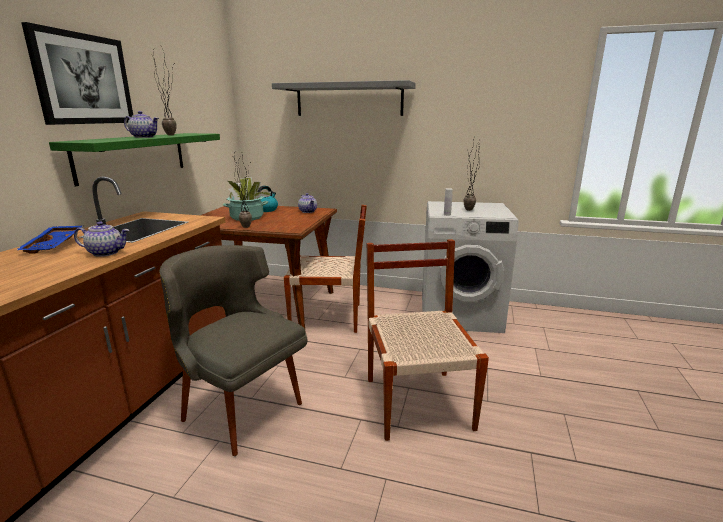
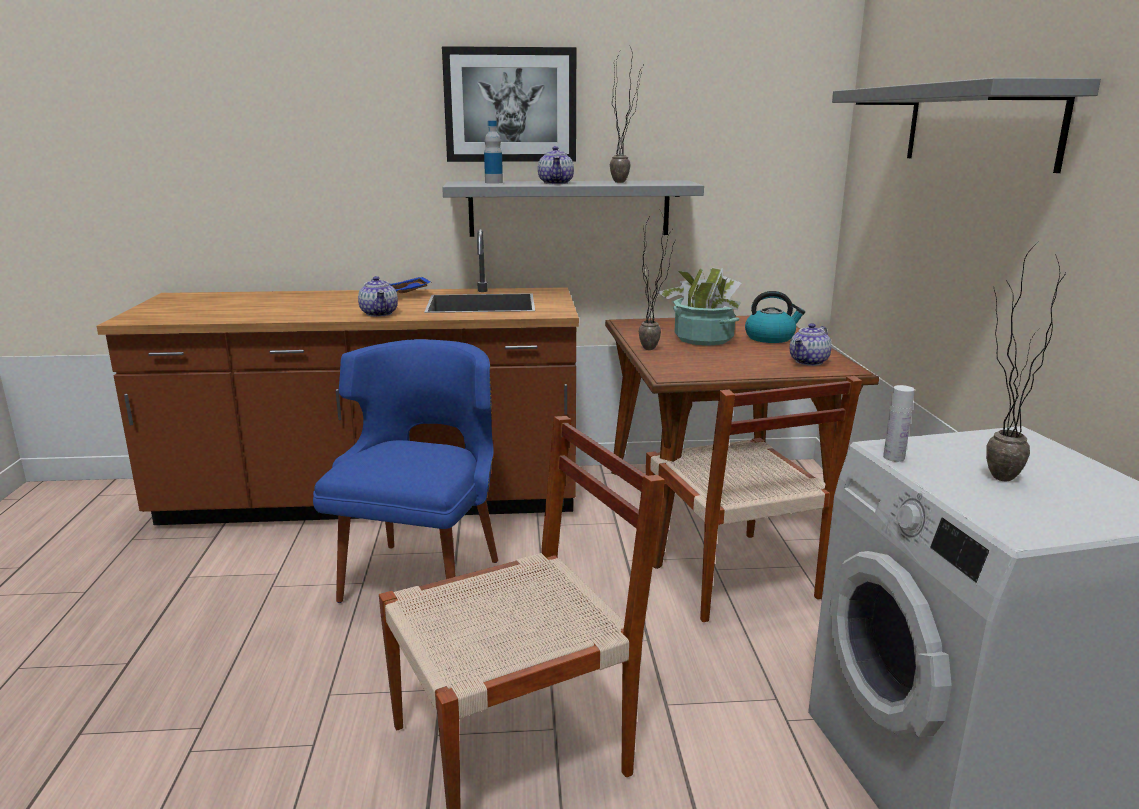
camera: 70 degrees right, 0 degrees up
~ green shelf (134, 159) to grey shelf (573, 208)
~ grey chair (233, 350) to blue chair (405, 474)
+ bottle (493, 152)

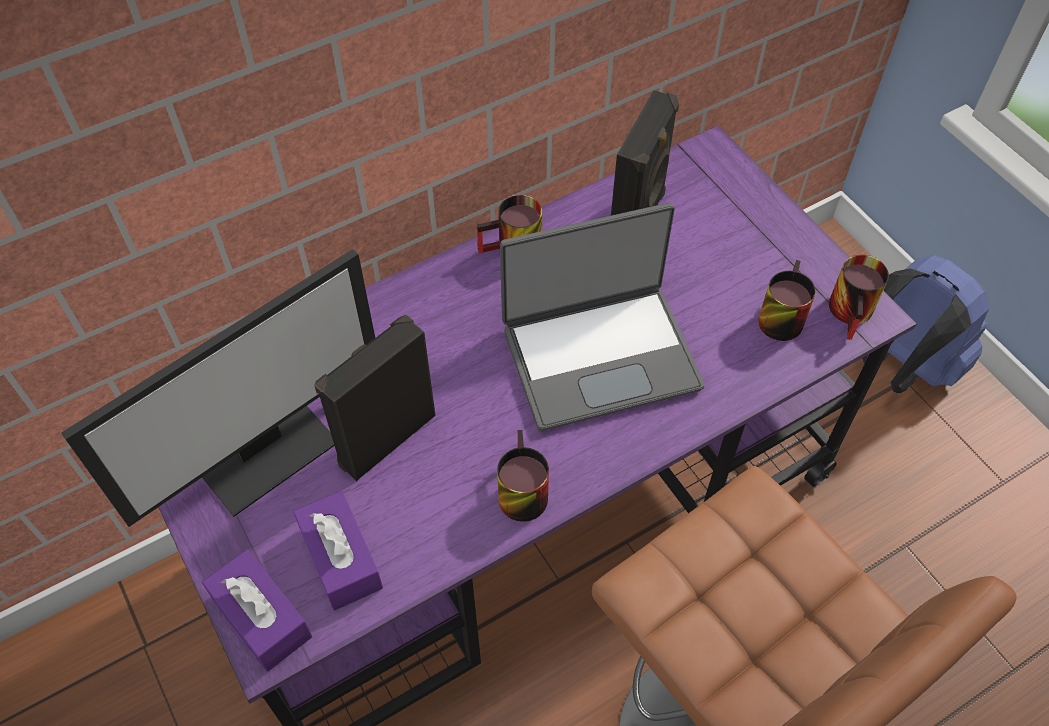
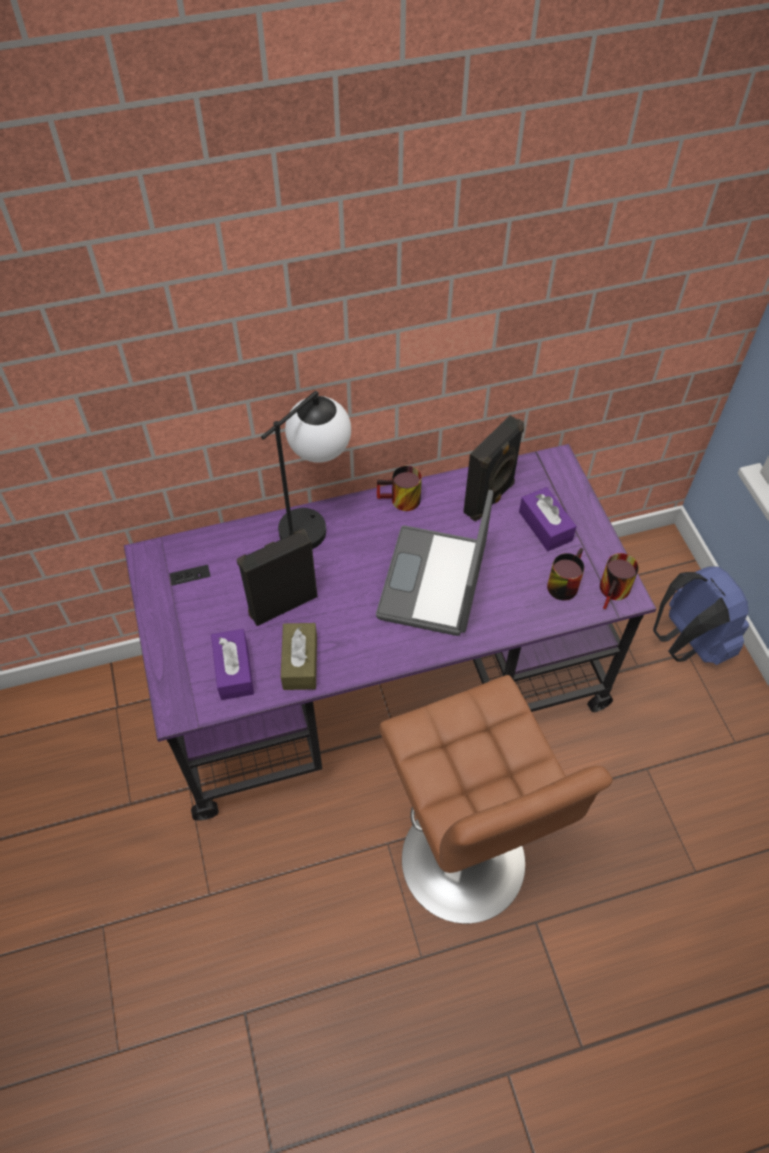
camera: 15 degrees right, 0 degrees up
~ laptop (602, 317) = (434, 563) 105 degrees clockwise
- monitor (218, 388)
- mug (523, 476)
~ purple tissue box (257, 610) to (548, 519)
+ table lamp (306, 470)
+ brown tissue box (299, 656)

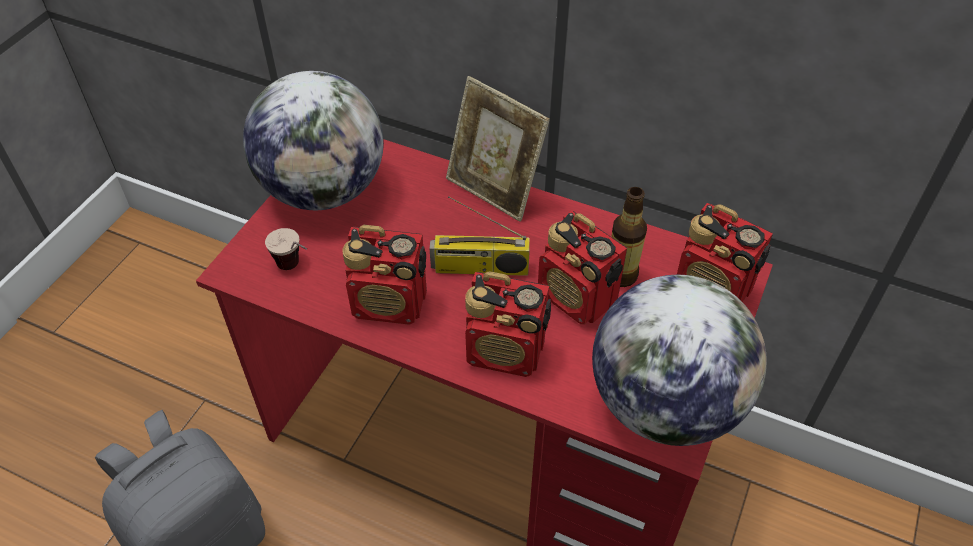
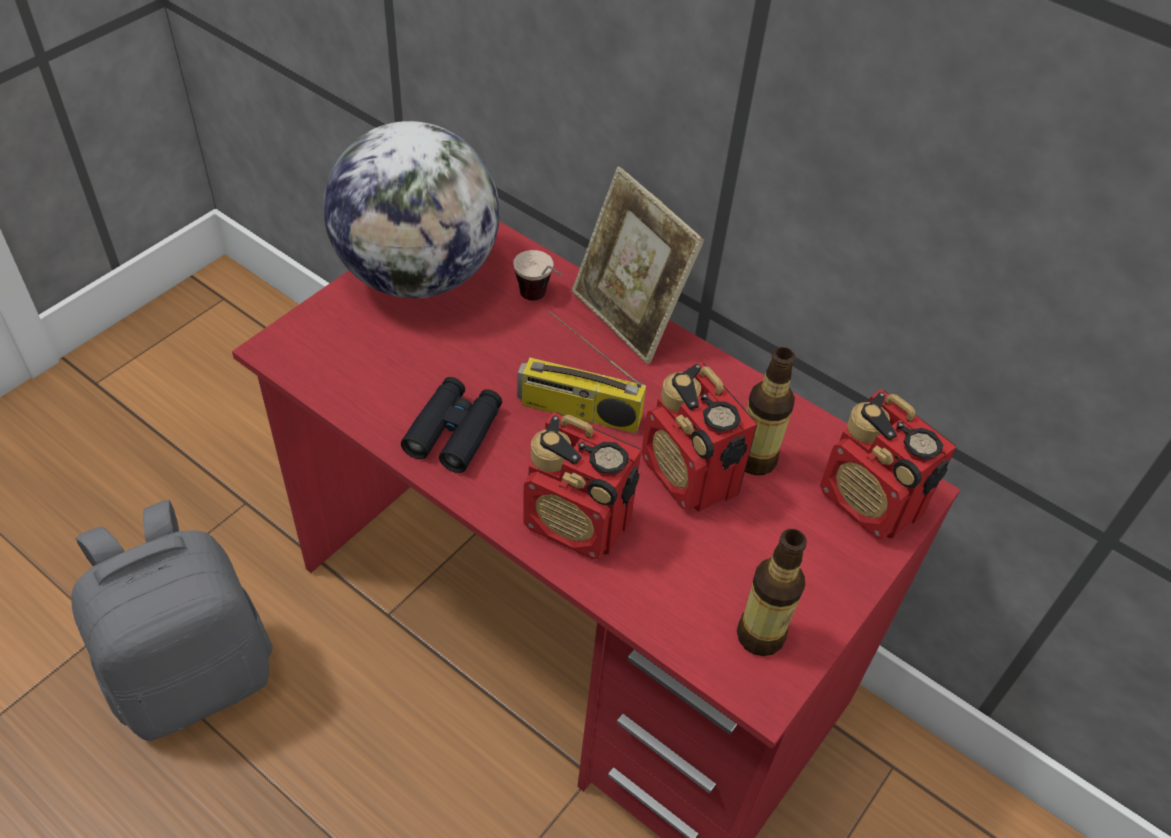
camera: 10 degrees right, 0 degrees up
~ radio (384, 275) to black binoculars (451, 425)
~ cup (286, 249) to (537, 275)
~ globe (679, 360) to bottle (772, 592)

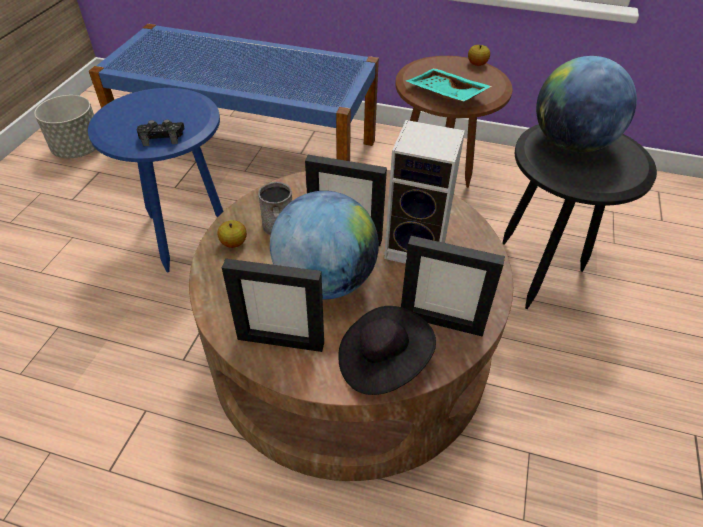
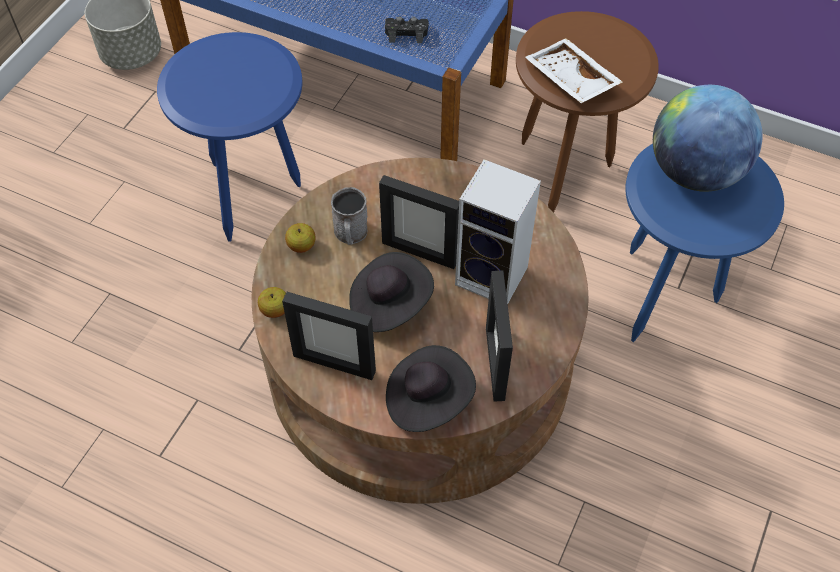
camera: 10 degrees right, 10 degrees up
~ apple (479, 55) to (272, 302)
~ turquoise tray (449, 85) to white tray (574, 70)
~ black game controller (161, 132) to (406, 30)
~ black side table (579, 216) to blue side table (704, 243)
~ globe (324, 245) to black hat (391, 292)
~ picture frame (453, 286) = (499, 336) 60 degrees clockwise

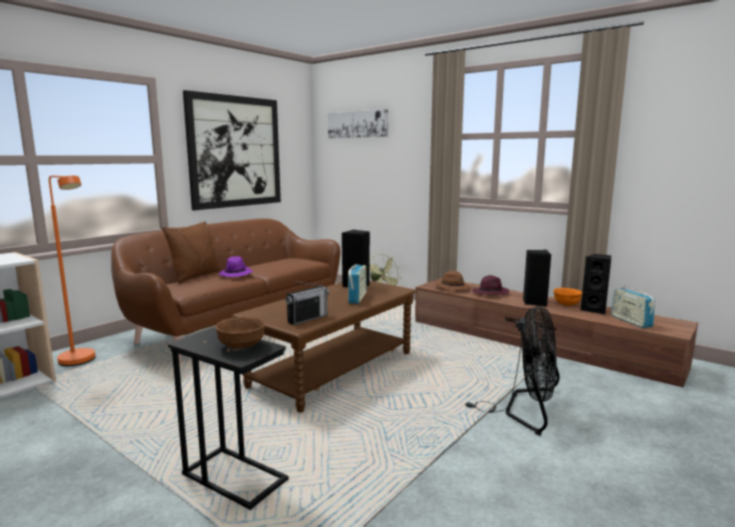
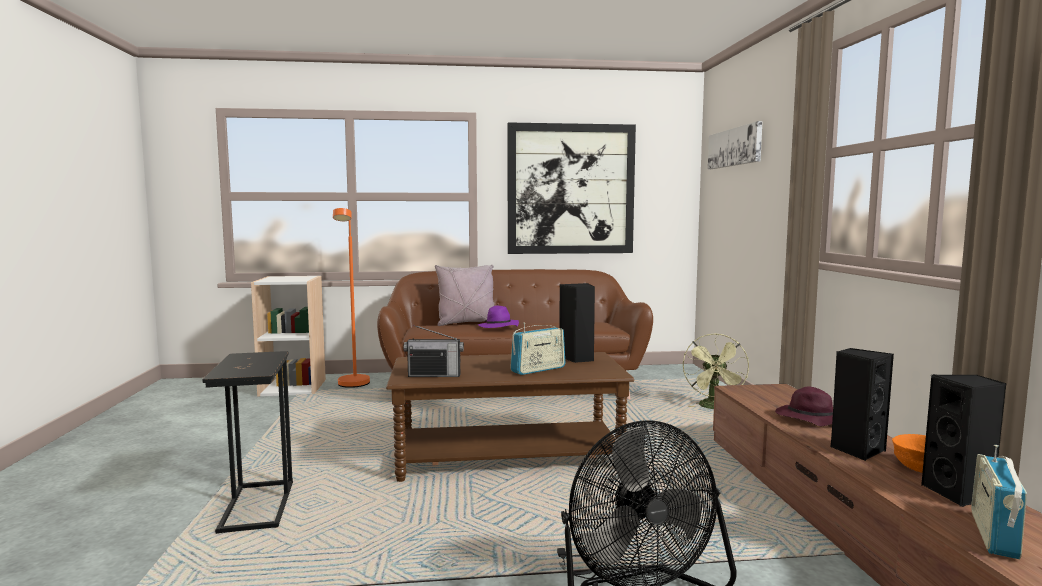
camera: 45 degrees right, 5 degrees down
~ brown pillow (191, 252) to purple pillow (464, 295)
- brown hat (453, 281)
- brown bowl (240, 333)

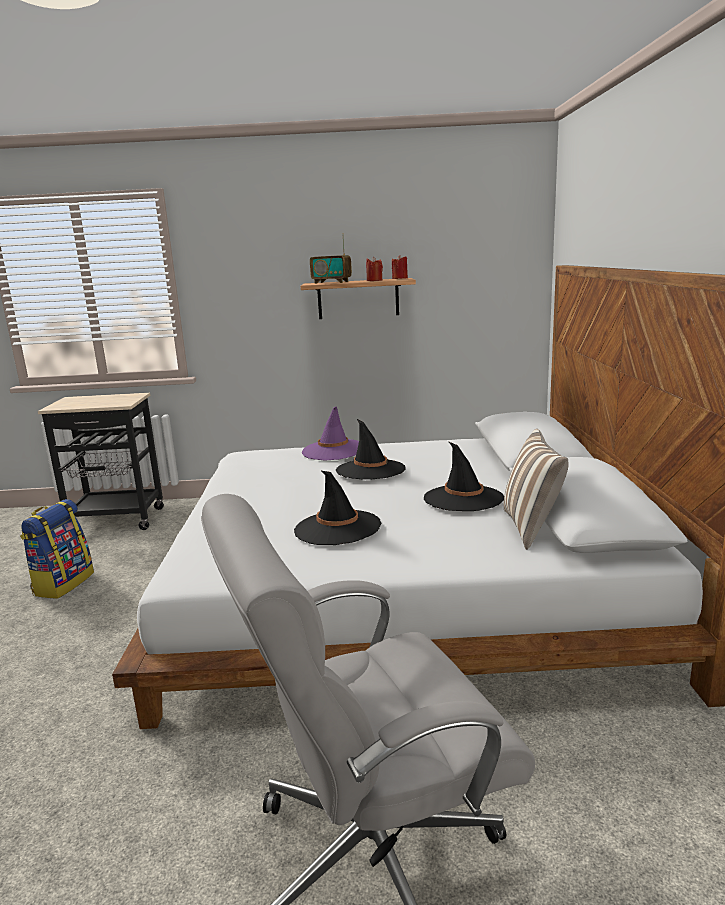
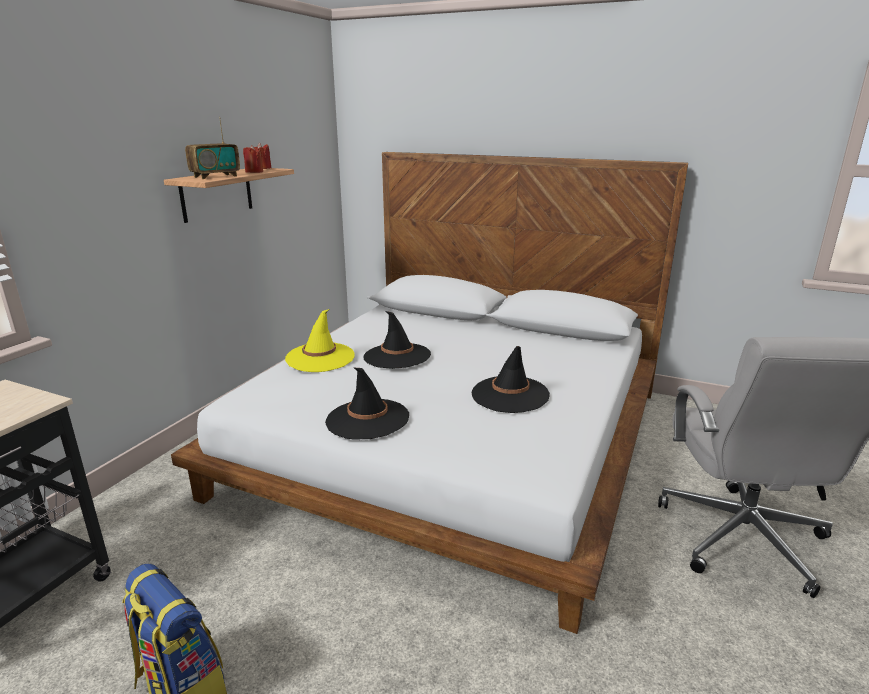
camera: 65 degrees left, 5 degrees up
~ purple hat (330, 434) to yellow hat (320, 340)
- pillow (536, 489)
~ black hat (464, 476) to (367, 403)

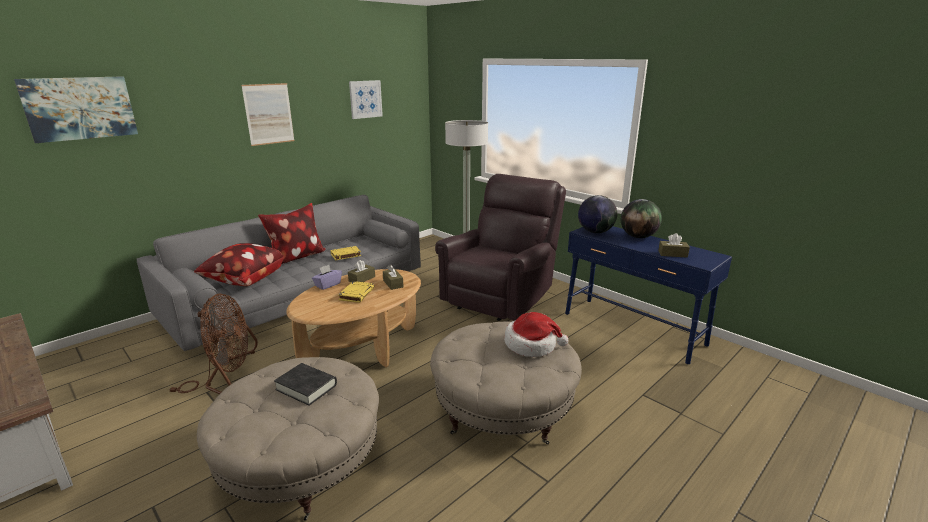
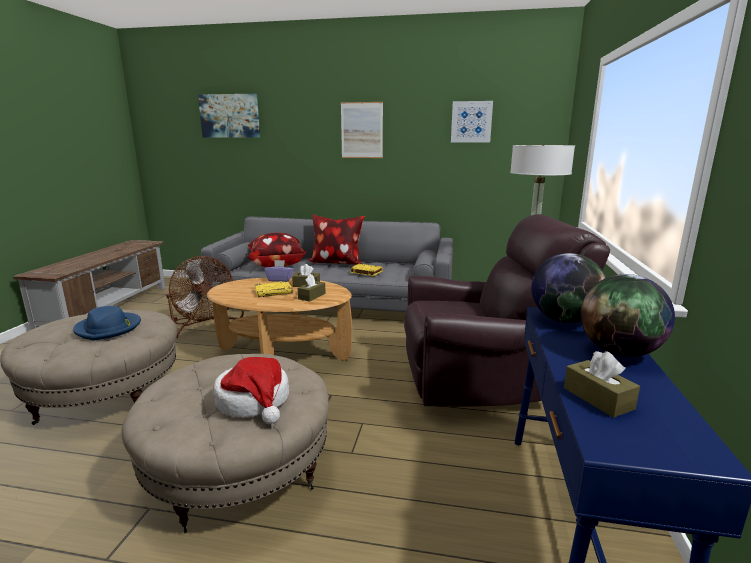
camera: 55 degrees right, 5 degrees down
~ black book (305, 384) to blue hat (107, 323)

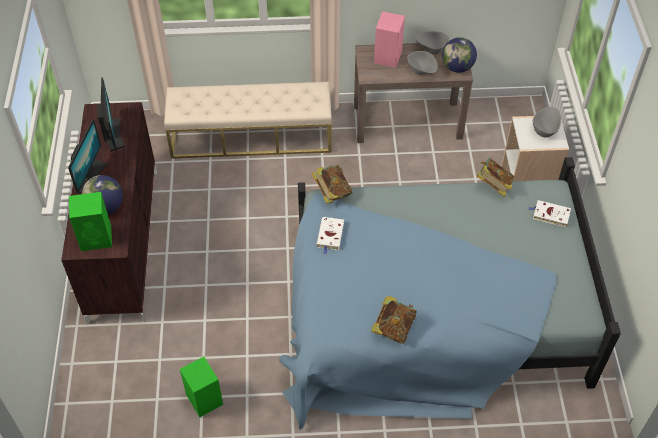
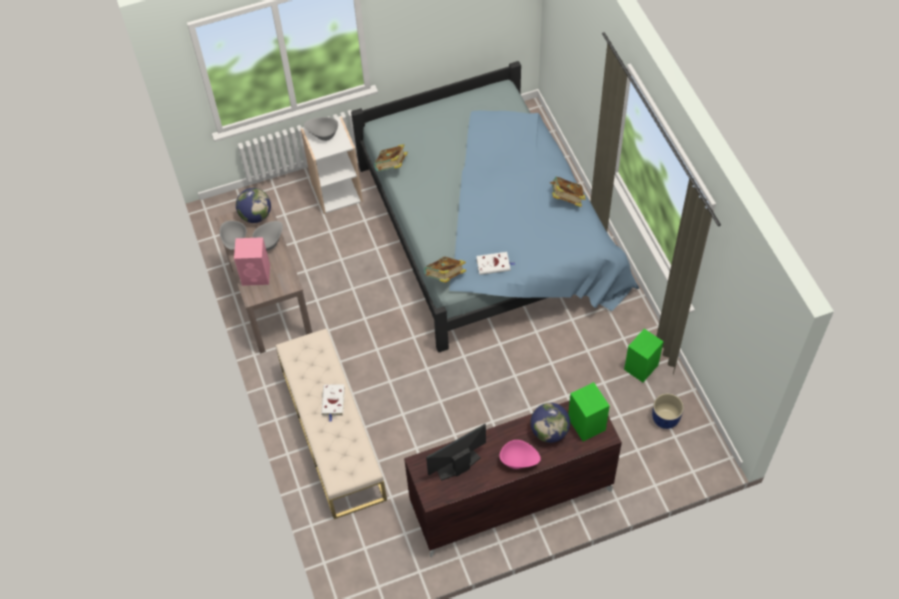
camera: 105 degrees left, 5 degrees up
~ monitor (87, 156) to pink bowl (520, 454)
~ white book (550, 213) to (333, 403)
+ blue planter (668, 411)

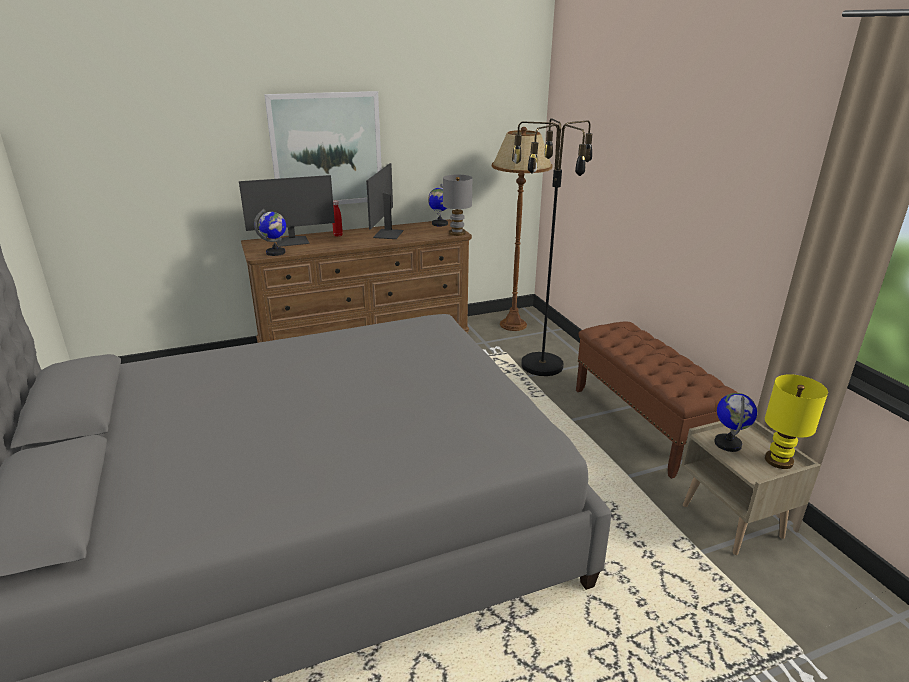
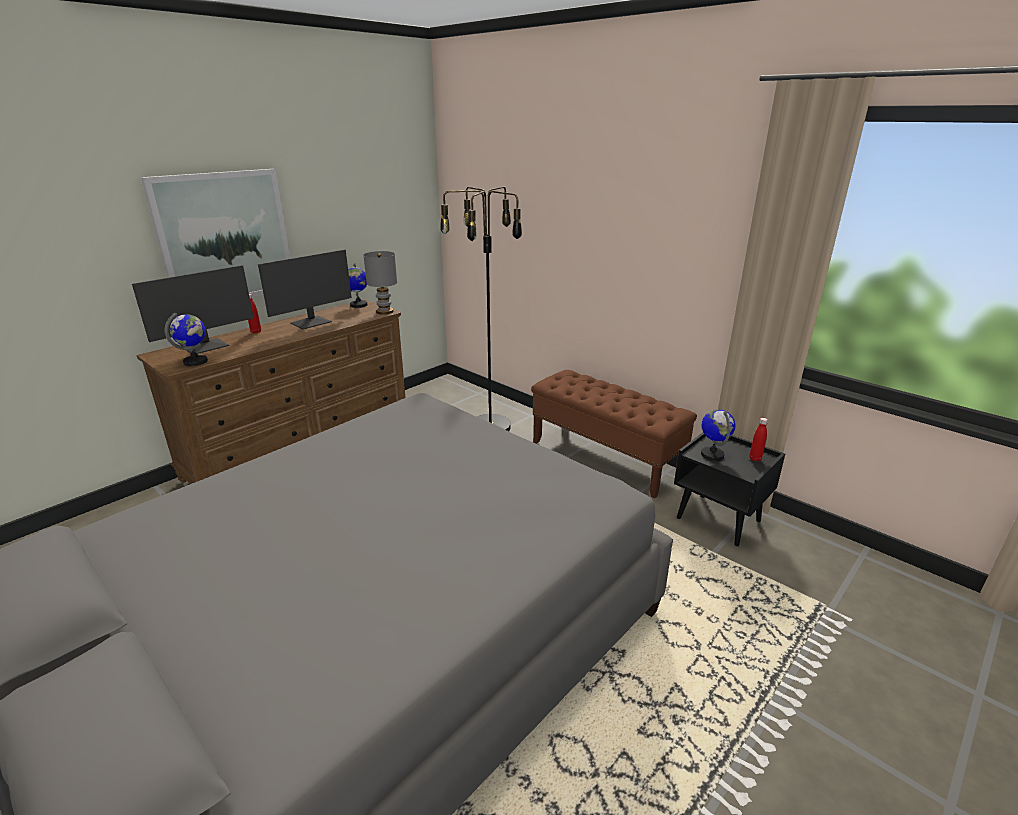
camera: 25 degrees left, 0 degrees up
- brown floor lamp (522, 229)
~ monitor (384, 201) = (305, 289) 120 degrees counterclockwise
~ yellow table lamp (796, 421) to red bottle (759, 439)
~ beige nightstand (751, 487) to black nightstand (729, 489)

